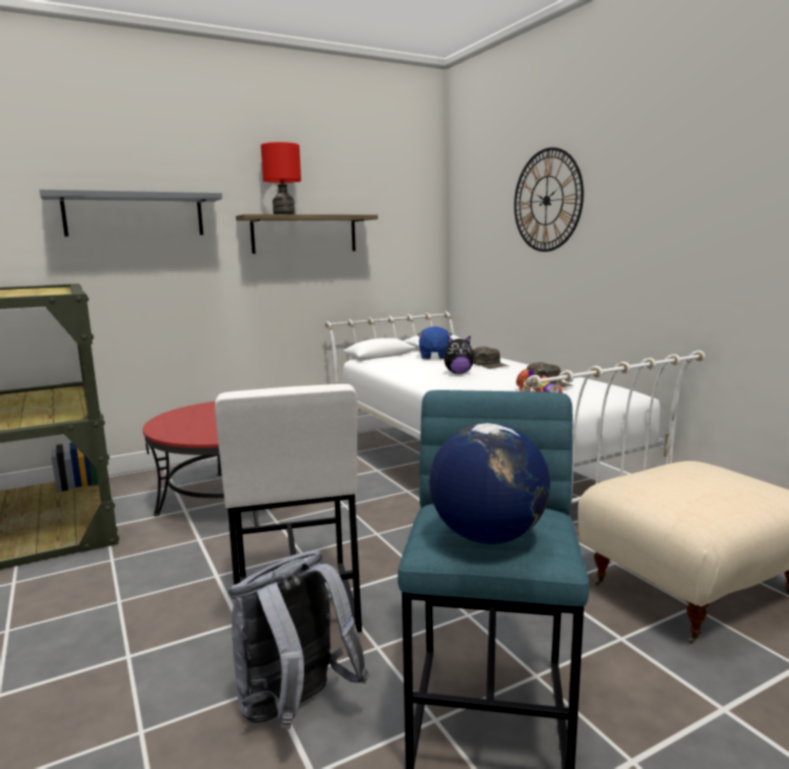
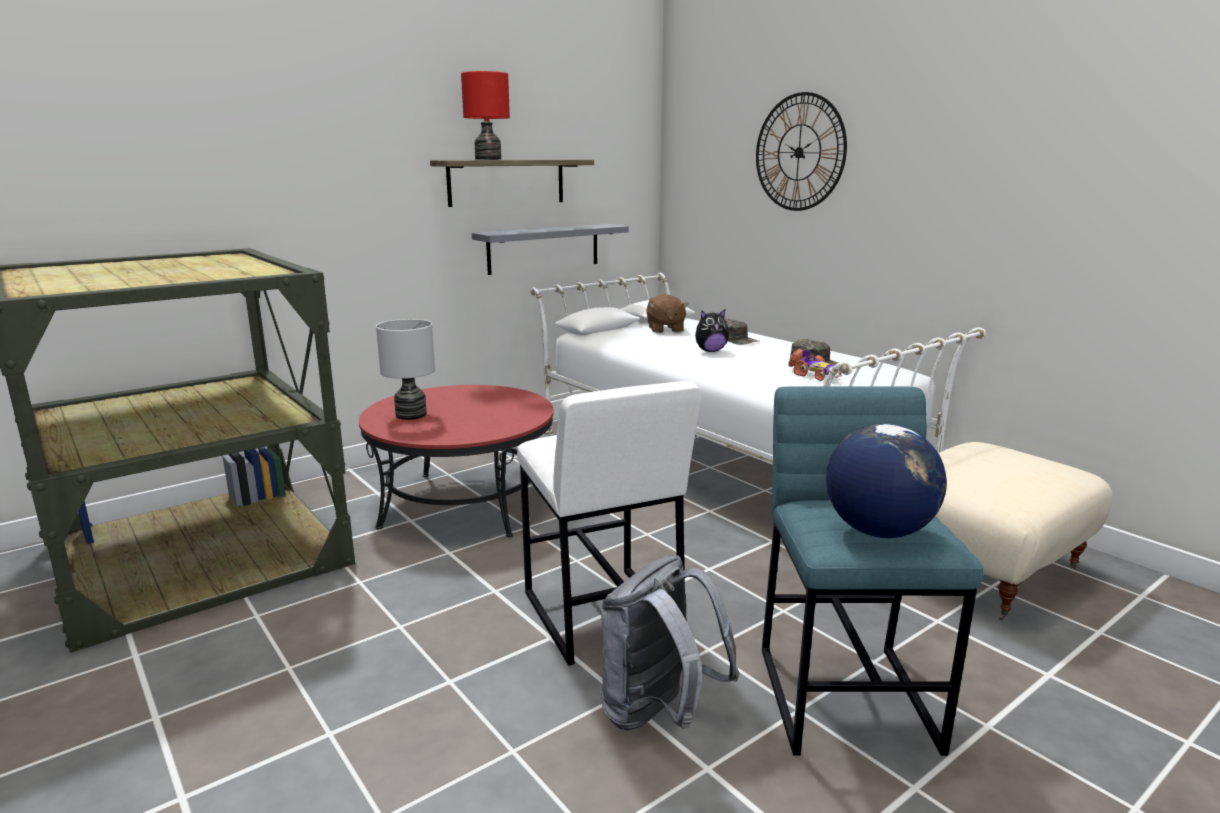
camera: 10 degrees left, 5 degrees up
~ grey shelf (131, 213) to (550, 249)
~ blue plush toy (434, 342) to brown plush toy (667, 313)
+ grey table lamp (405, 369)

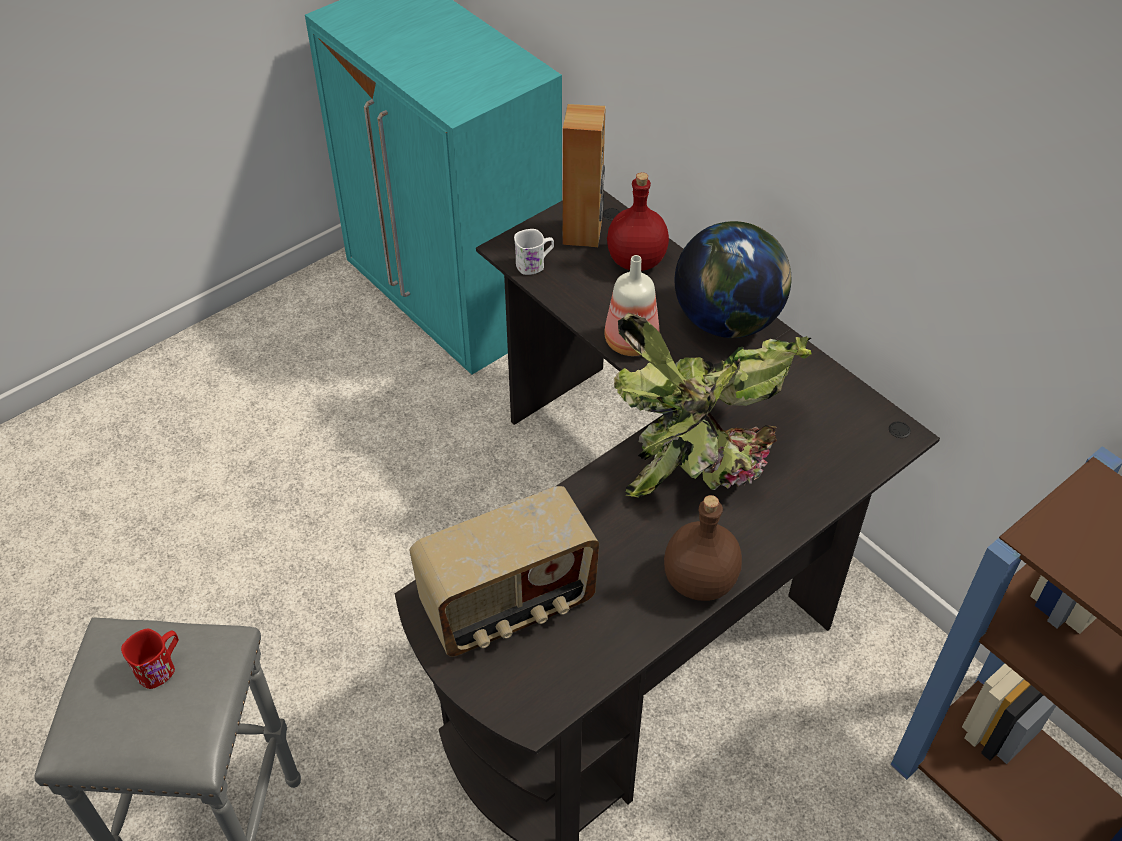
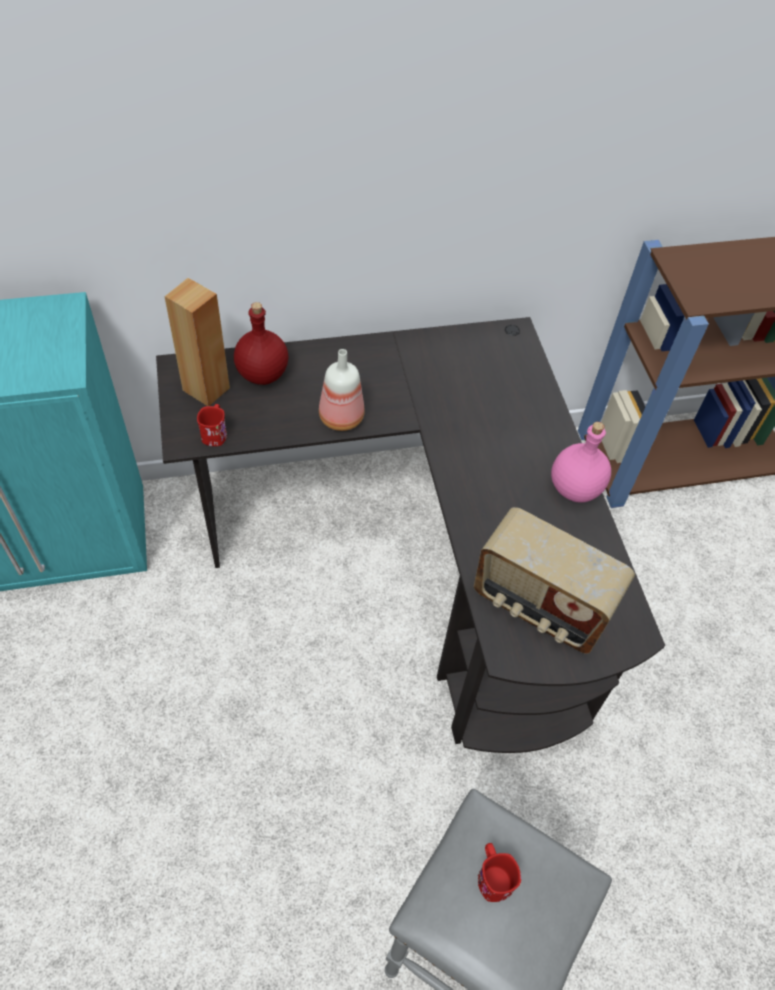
camera: 65 degrees left, 5 degrees up
- globe (733, 279)
~ white mug (534, 252) to red mug (212, 425)
- potted plant (712, 405)
~ radio (504, 571) = (554, 580) 120 degrees clockwise
~ brown bottle (703, 548) to pink bottle (581, 462)

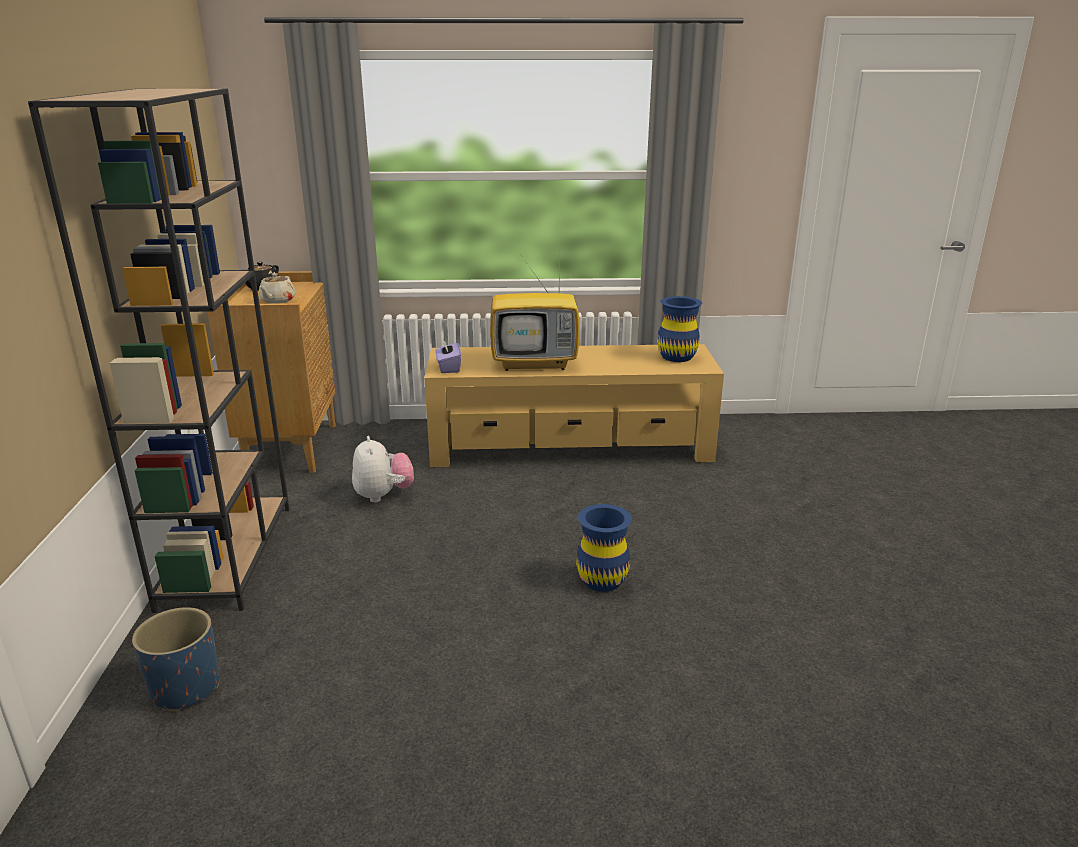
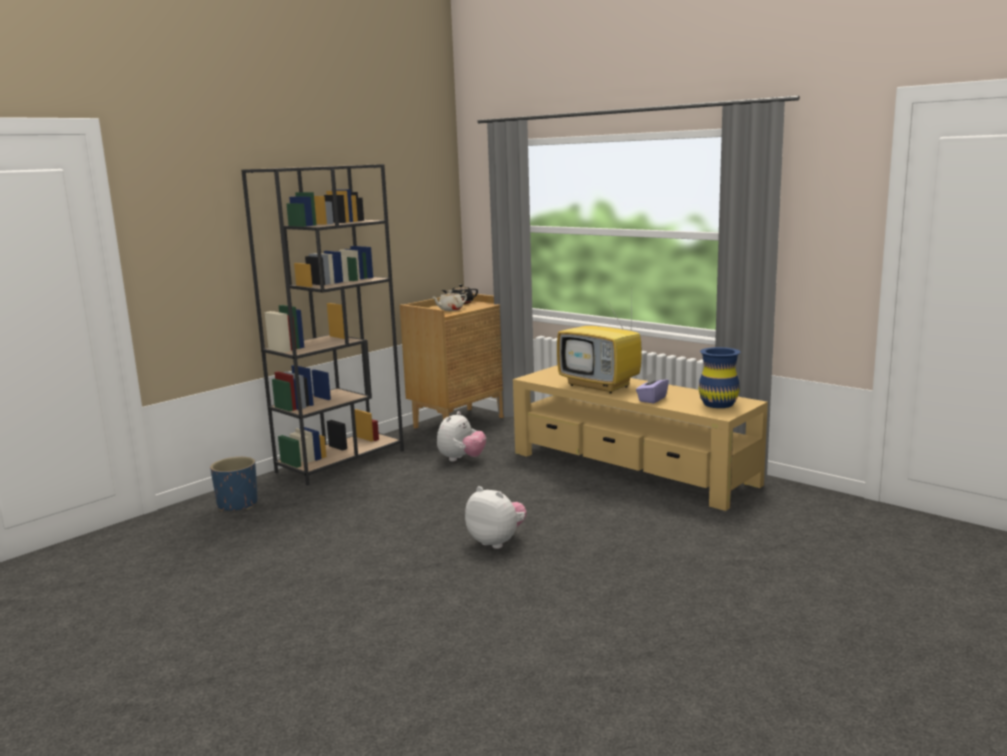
camera: 45 degrees right, 10 degrees down
~ purple tissue box (448, 356) to (652, 388)
~ blue vase (604, 548) to plush toy (496, 517)

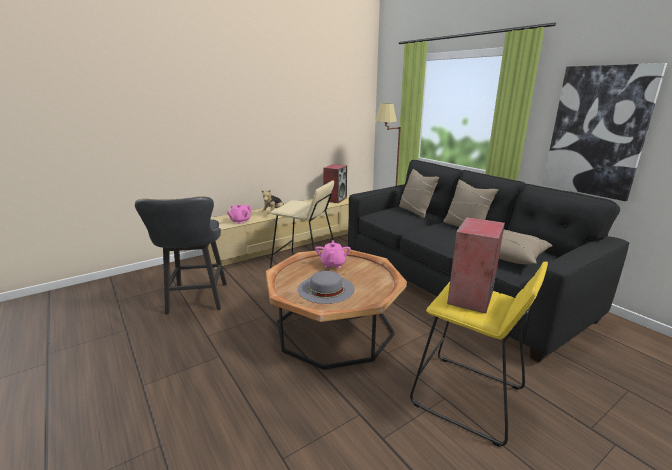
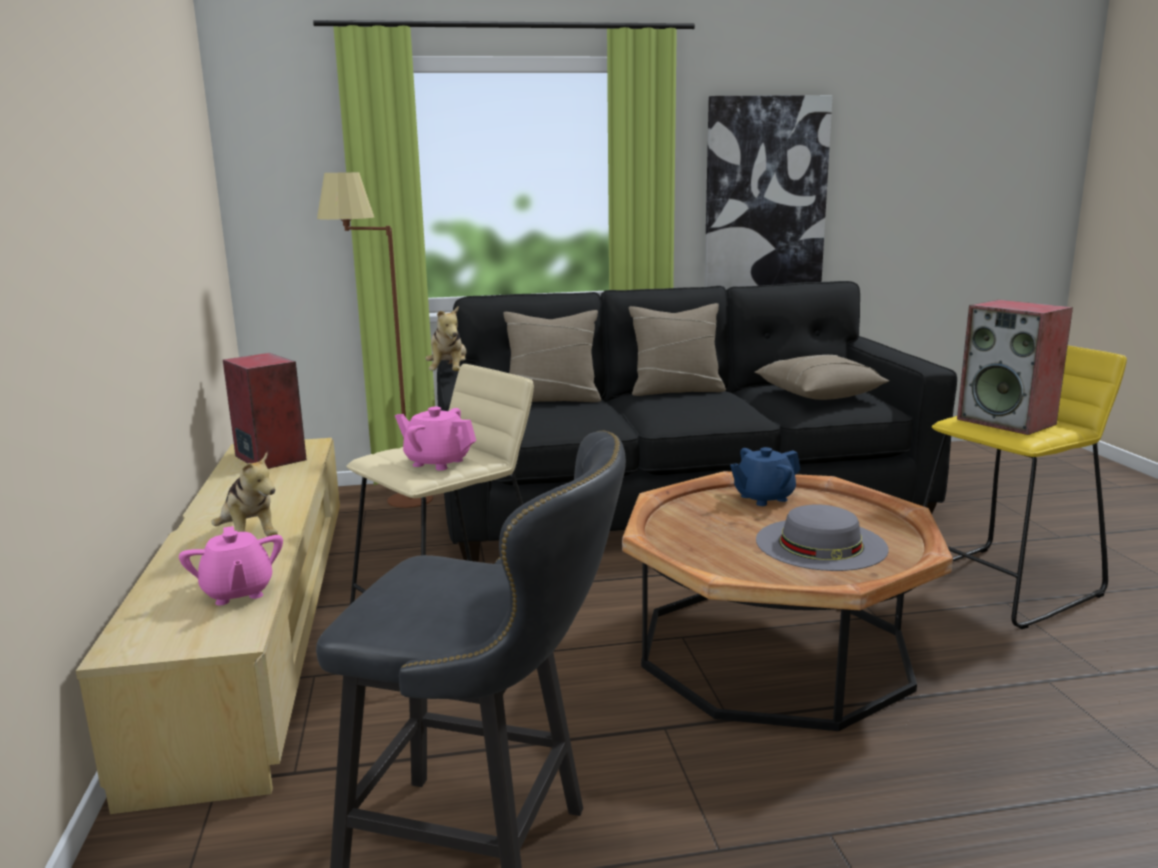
camera: 65 degrees left, 5 degrees down
~ pink teapot (333, 254) to (435, 439)
+ plush toy (446, 338)
+ blue teapot (765, 476)

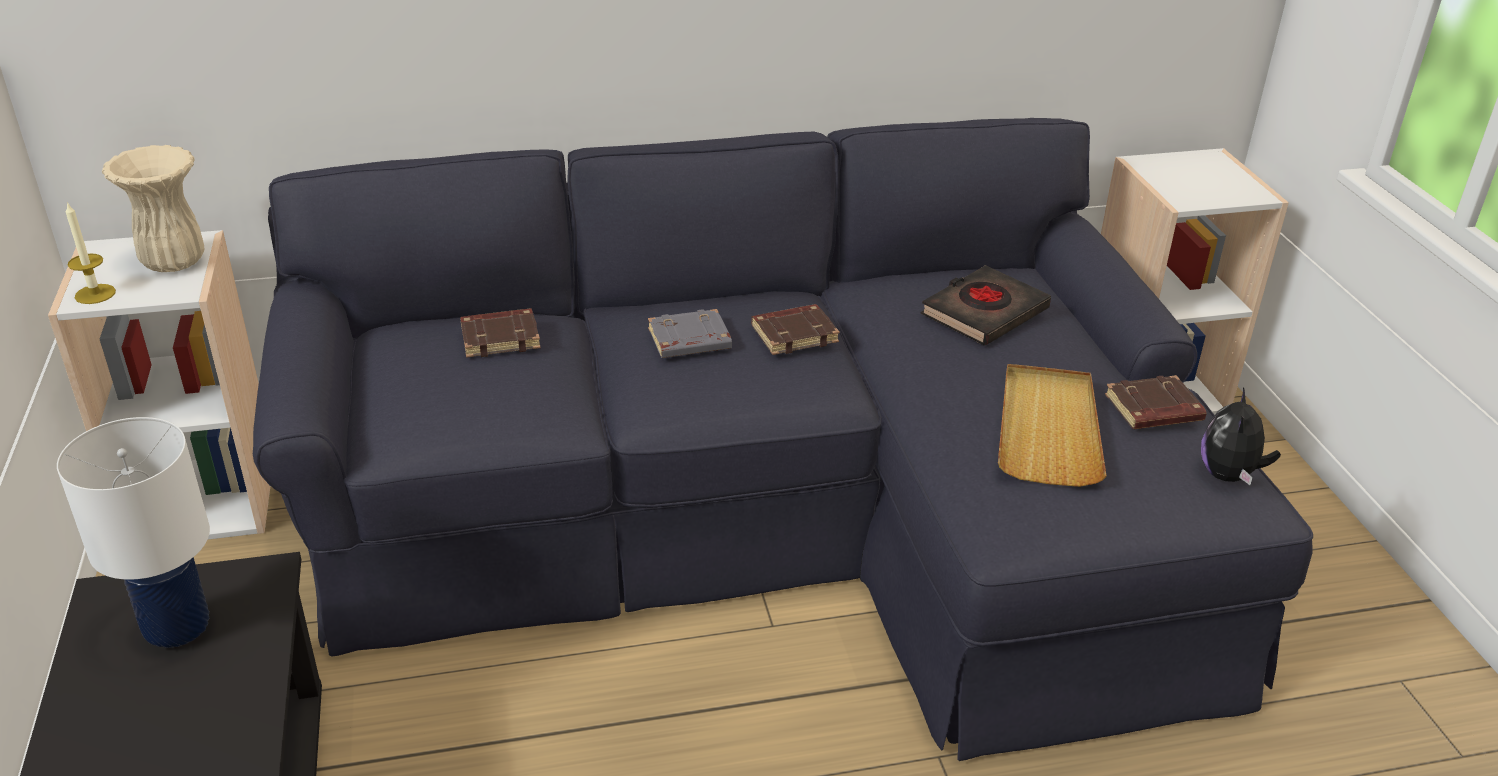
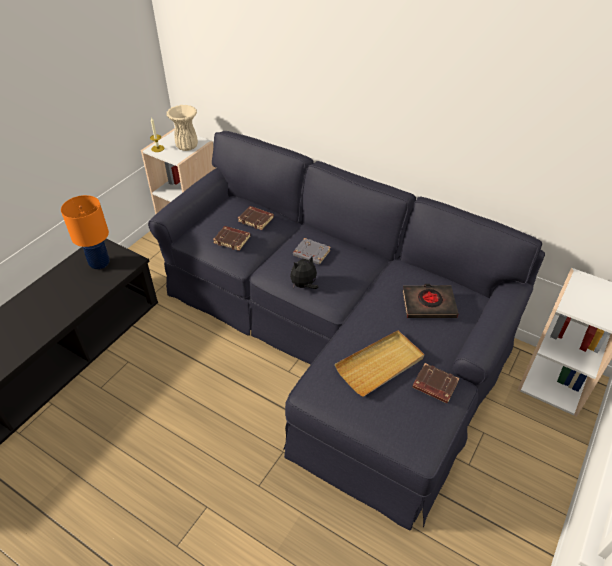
camera: 45 degrees right, 10 degrees up
~ brown book (795, 329) to (232, 238)
~ plush toy (1241, 436) to (304, 273)
~ white table lamp (133, 532) to orange table lamp (85, 232)

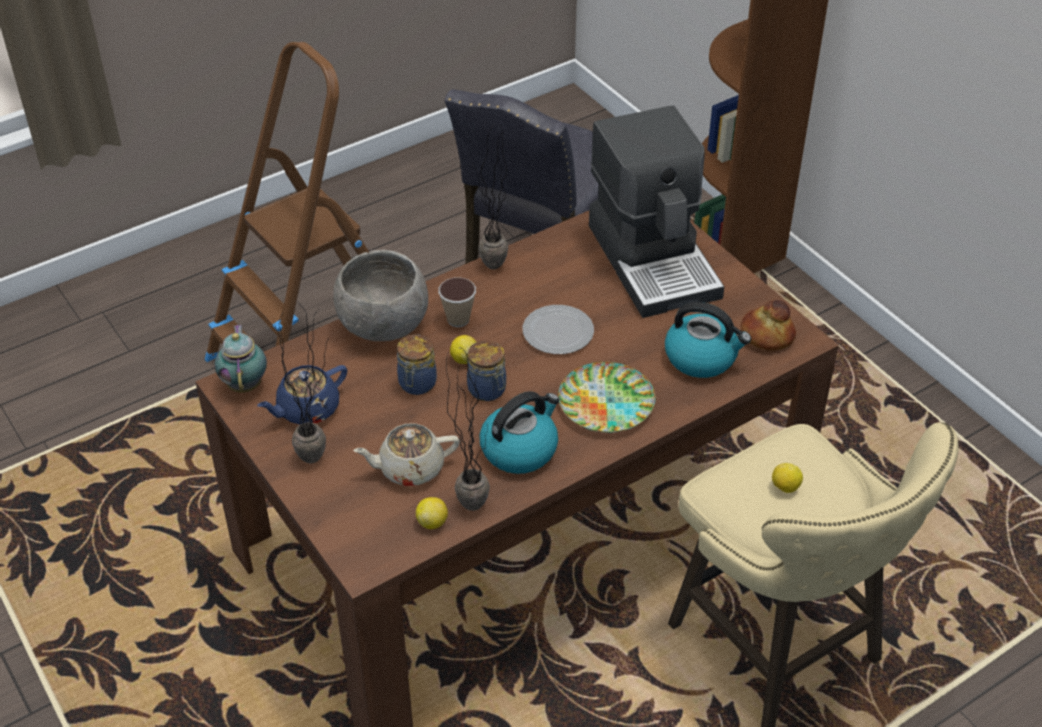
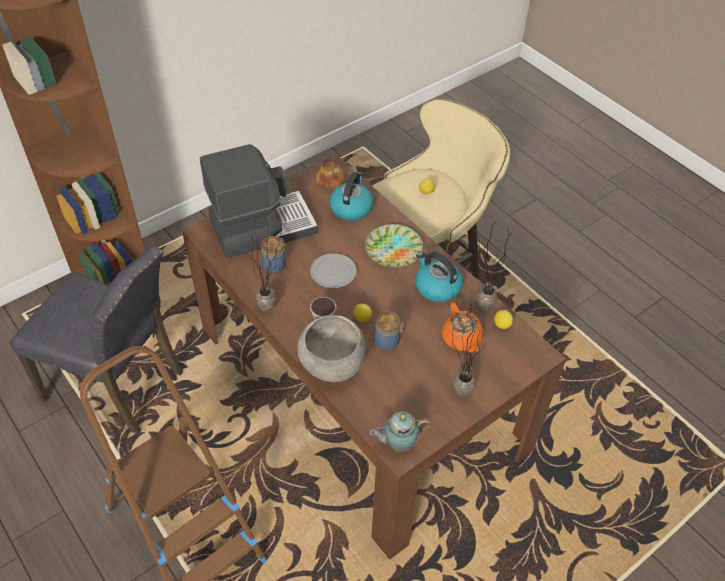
camera: 95 degrees left, 5 degrees up
~ jar (486, 370) to (273, 254)
- blue teapot (302, 394)
~ beige teapot (406, 454) to orange teapot (462, 327)

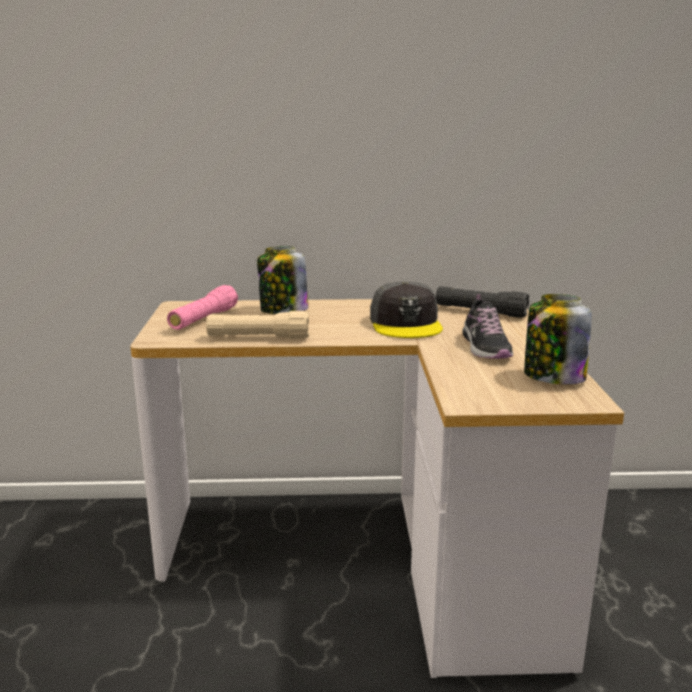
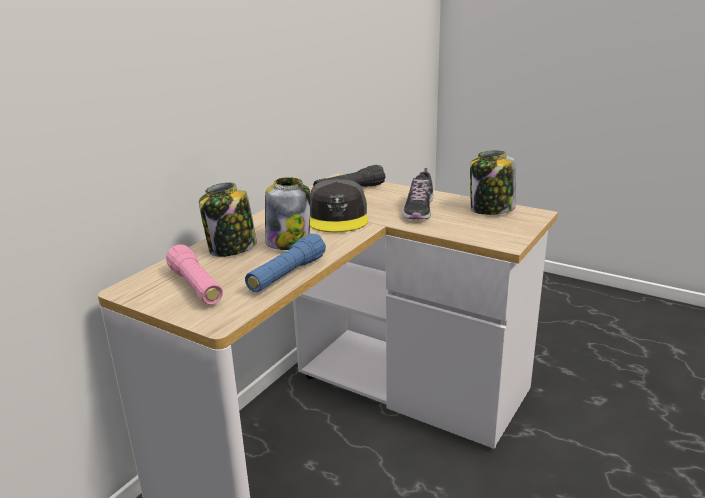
camera: 55 degrees left, 5 degrees up
~ grey cap (406, 309) = (339, 205) 60 degrees clockwise
~ shoe (488, 326) = (417, 194) 75 degrees clockwise
~ beige flashlight (257, 325) to blue flashlight (285, 263)
+ jar (287, 213)

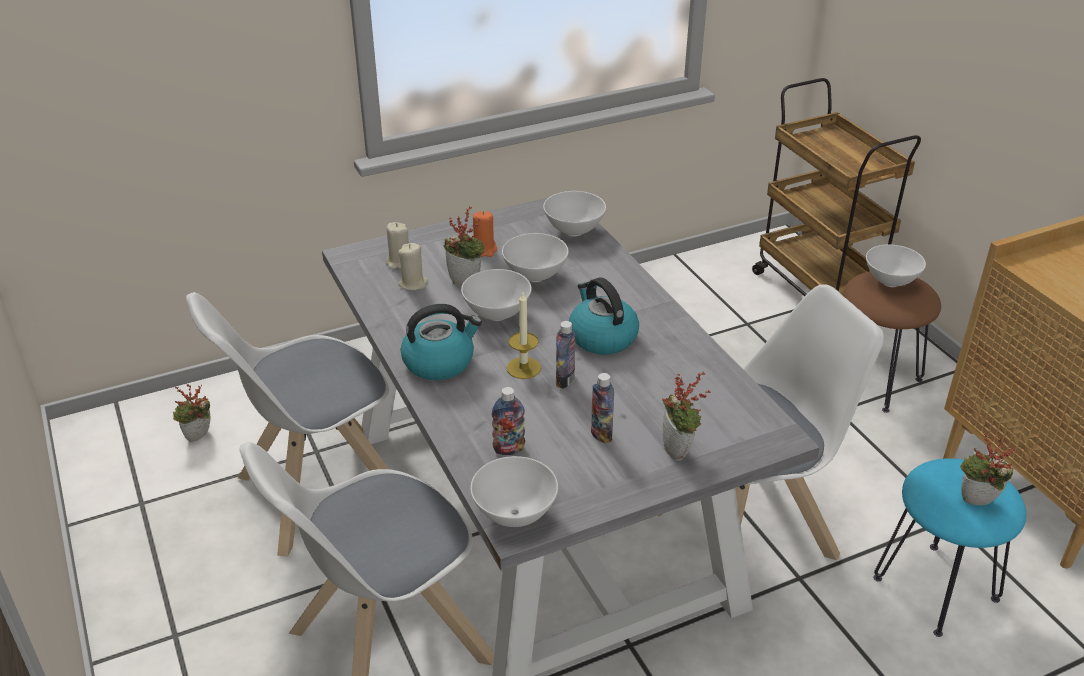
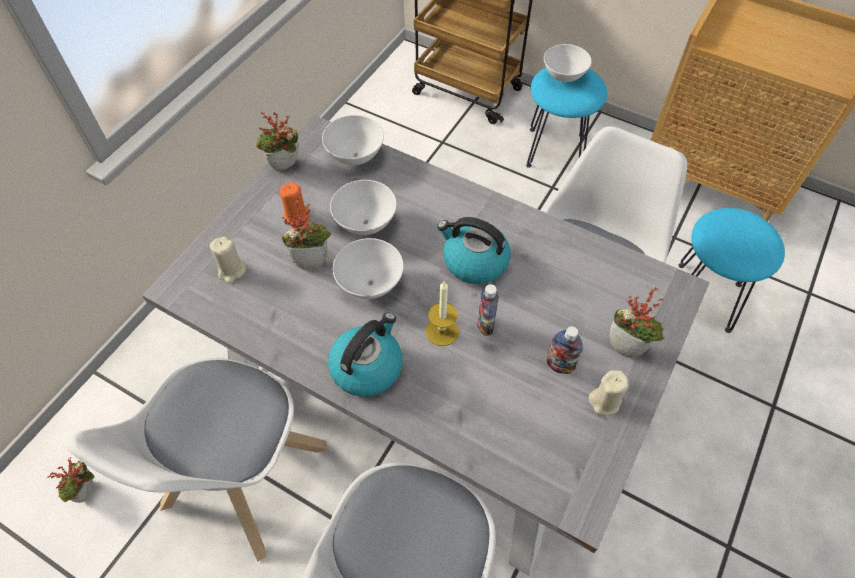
camera: 35 degrees left, 20 degrees up
~ beige candle (413, 266) to (609, 392)
~ brown stool (892, 342) to turquoise stool (566, 118)
- bottle (508, 421)
~ potted plant (988, 469) to (277, 141)
- white bowl (514, 491)

